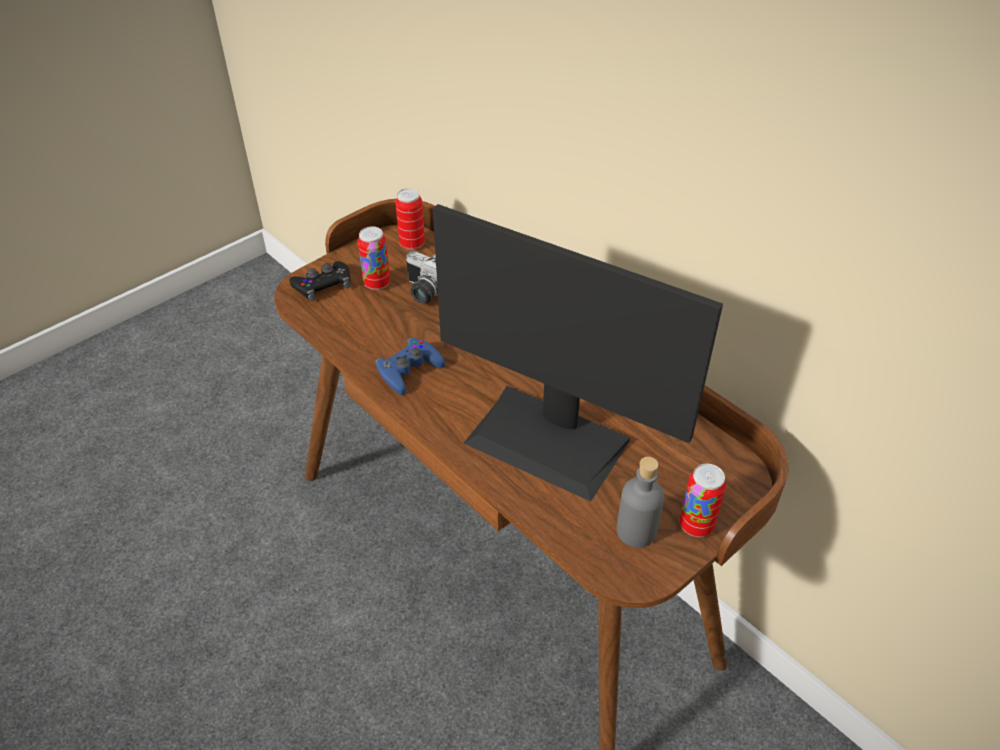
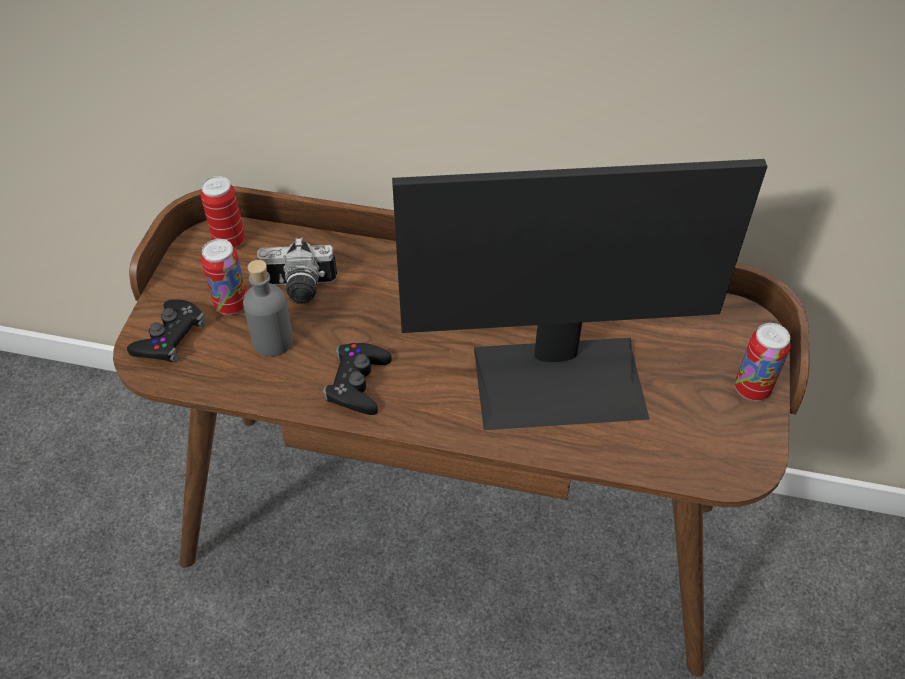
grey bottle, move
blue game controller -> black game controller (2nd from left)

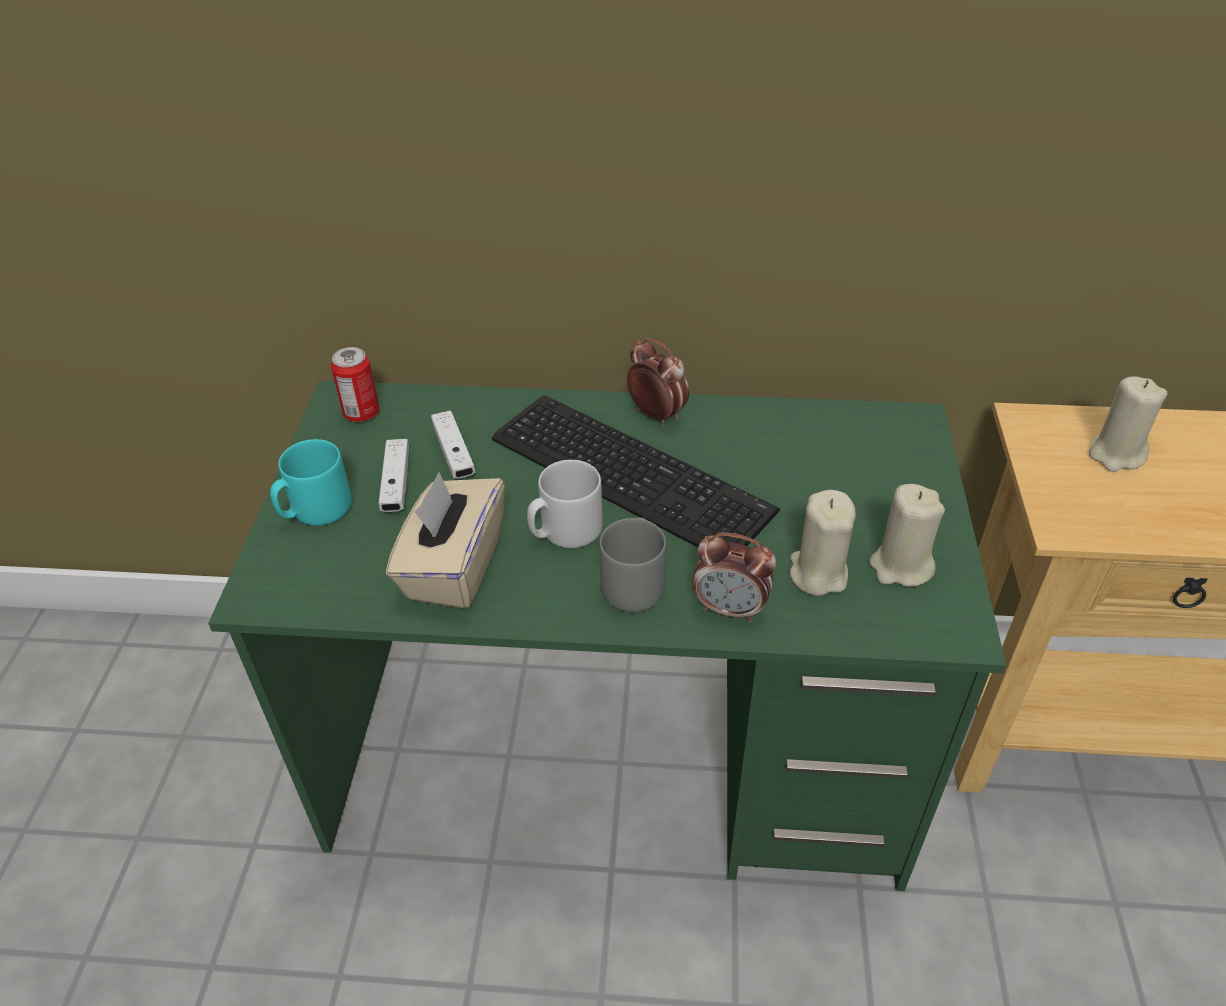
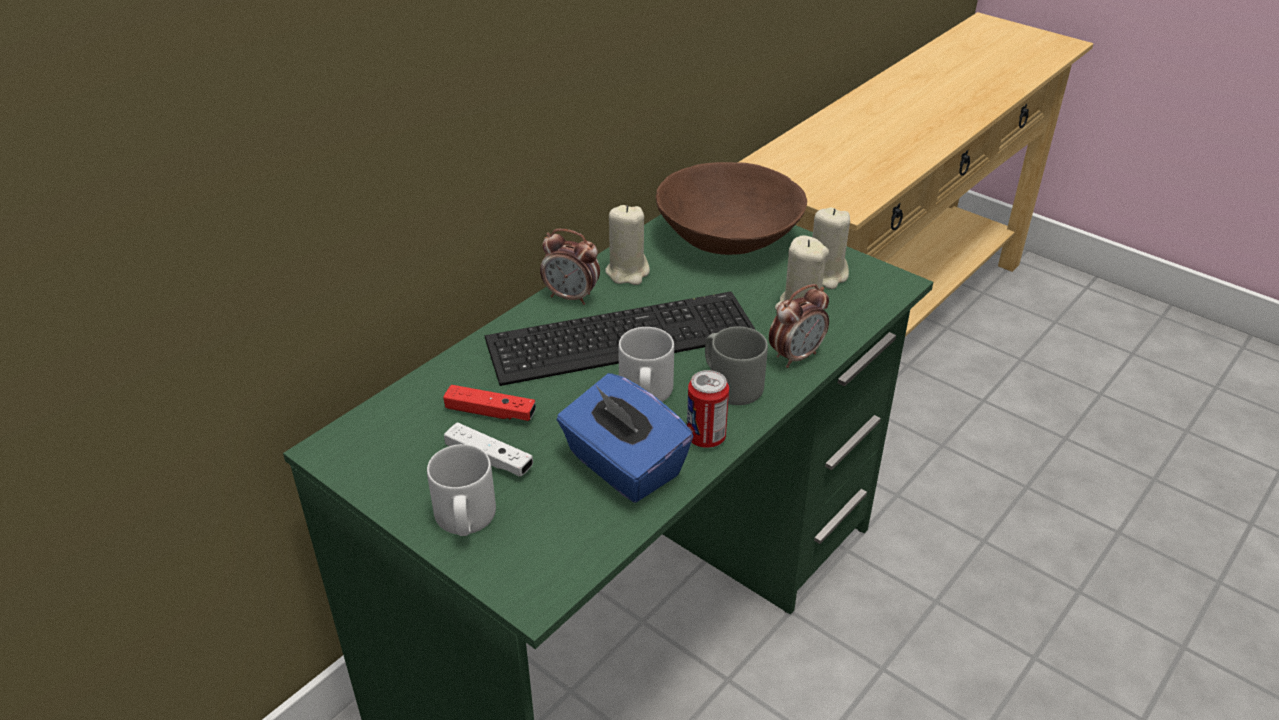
turquoise mug -> grey mug (1st from left)
white game controller (2nd from left) -> red game controller
alarm clock (1st from left), 150 degrees counterclockwise
beige tissue box -> blue tissue box
beige candle (3rd from left in the first image) -> beige candle (1st from left), move
none -> brown bowl
can, move

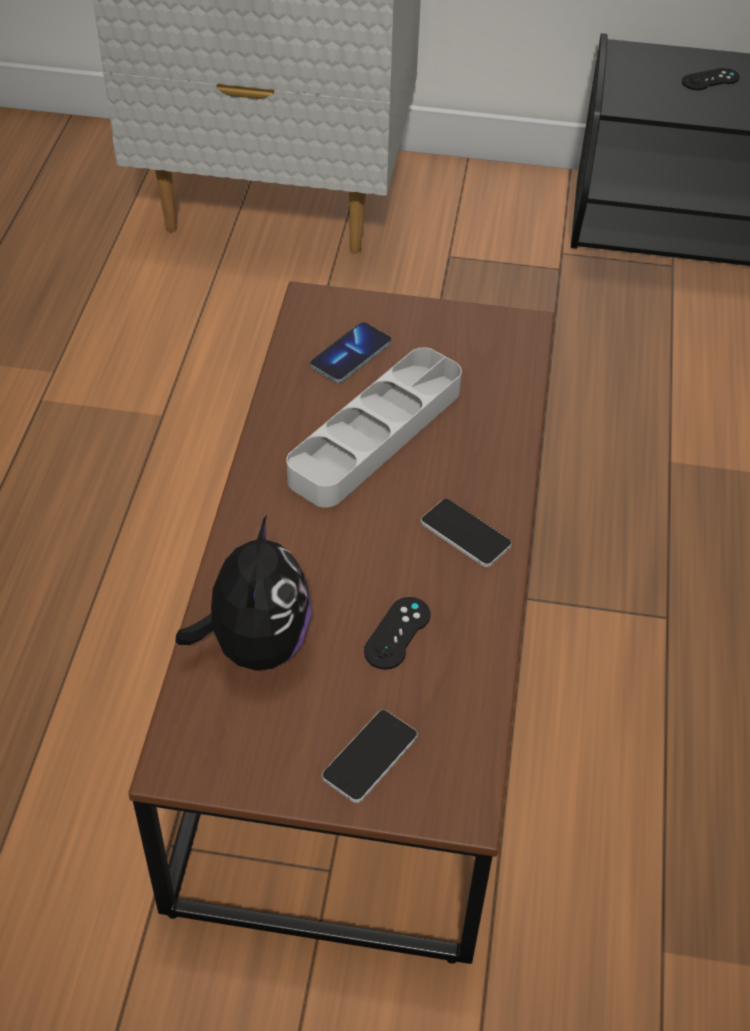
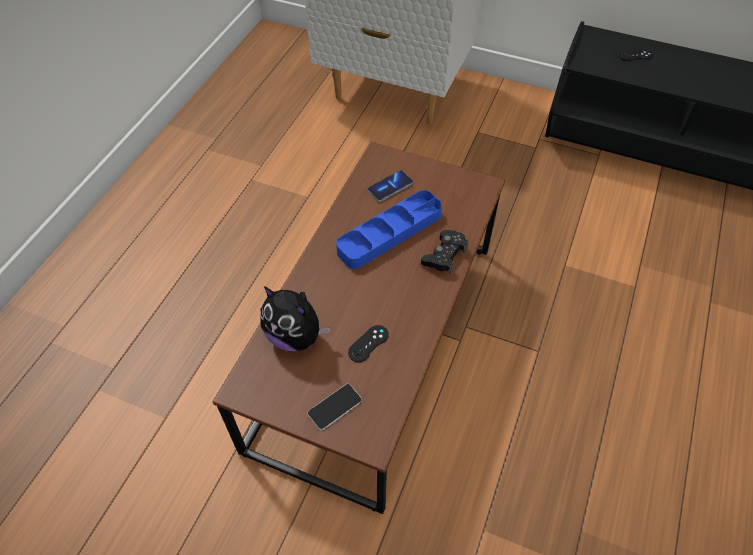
plush toy, 105 degrees clockwise
grey tray -> blue tray
none -> black game controller (2nd from left)
phone (3rd from left) -> none

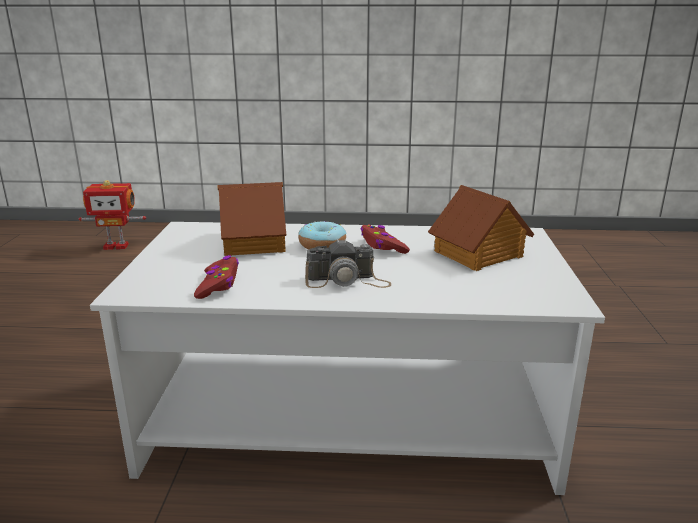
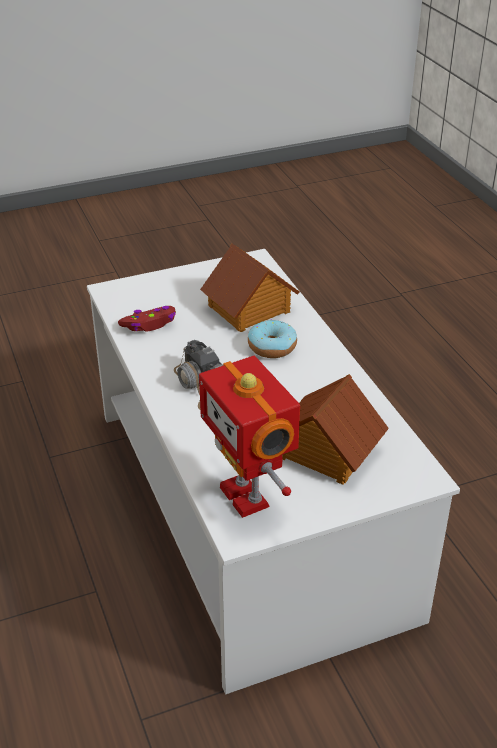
toy robot, move
red game controller (2nd from left) -> none

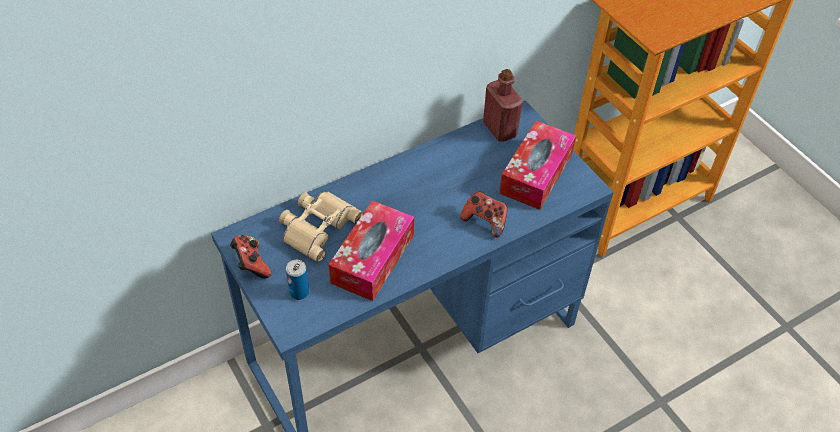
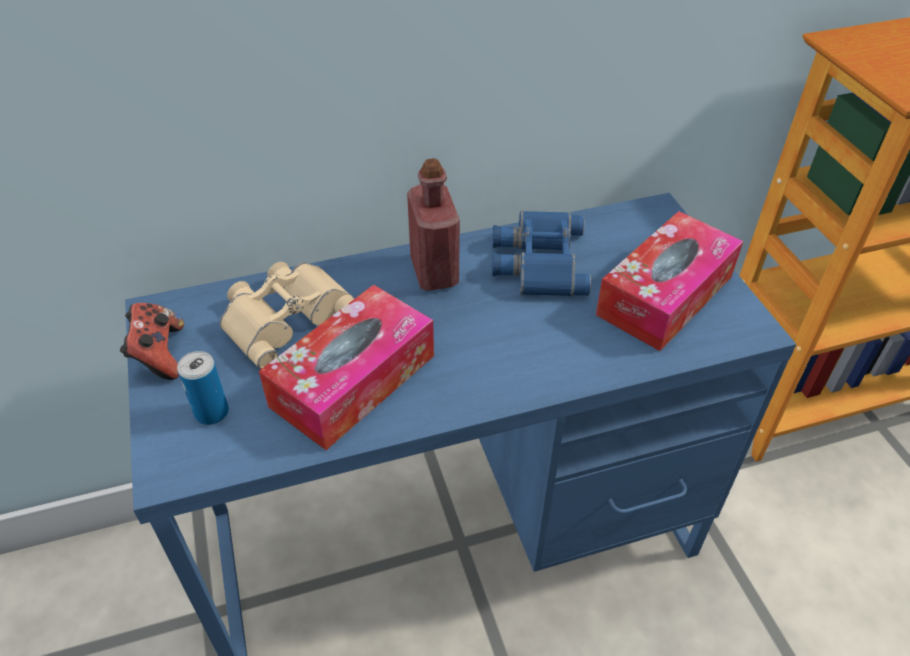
red bottle, move
none -> blue binoculars
game controller (2nd from left) -> none

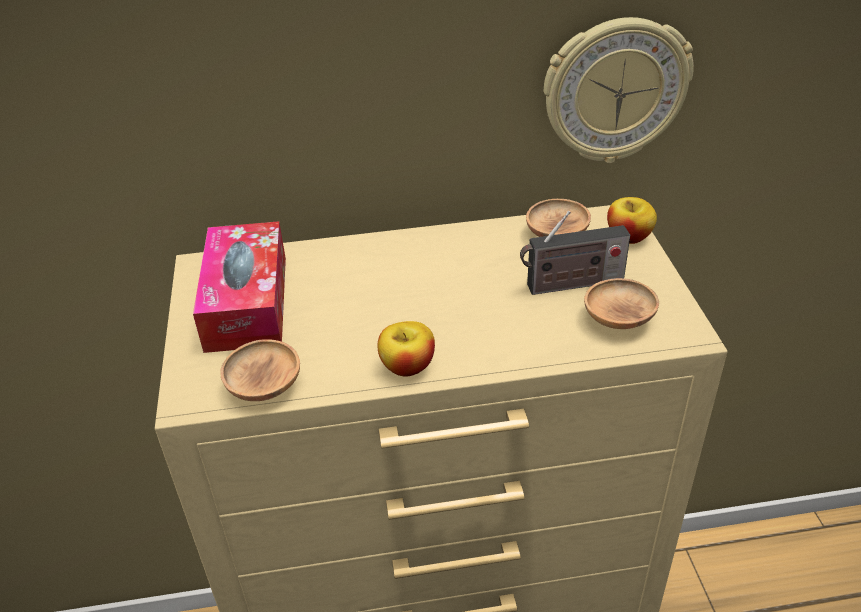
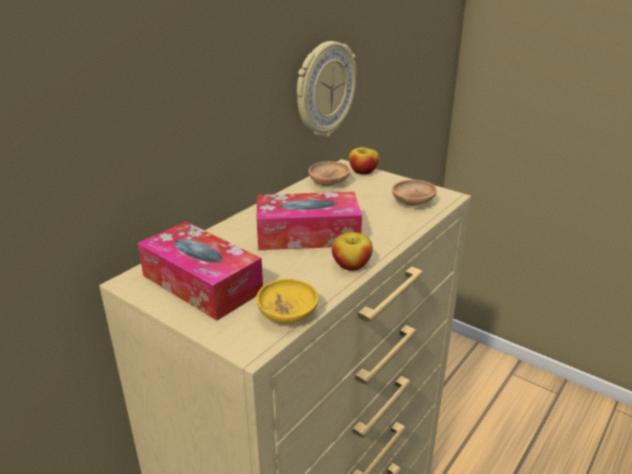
none -> tissue box (2nd from left)
brown bowl (1st from left) -> yellow bowl
radio -> none

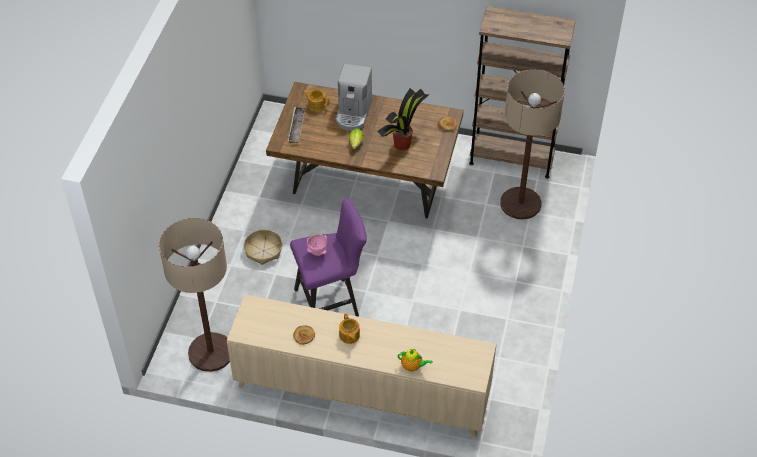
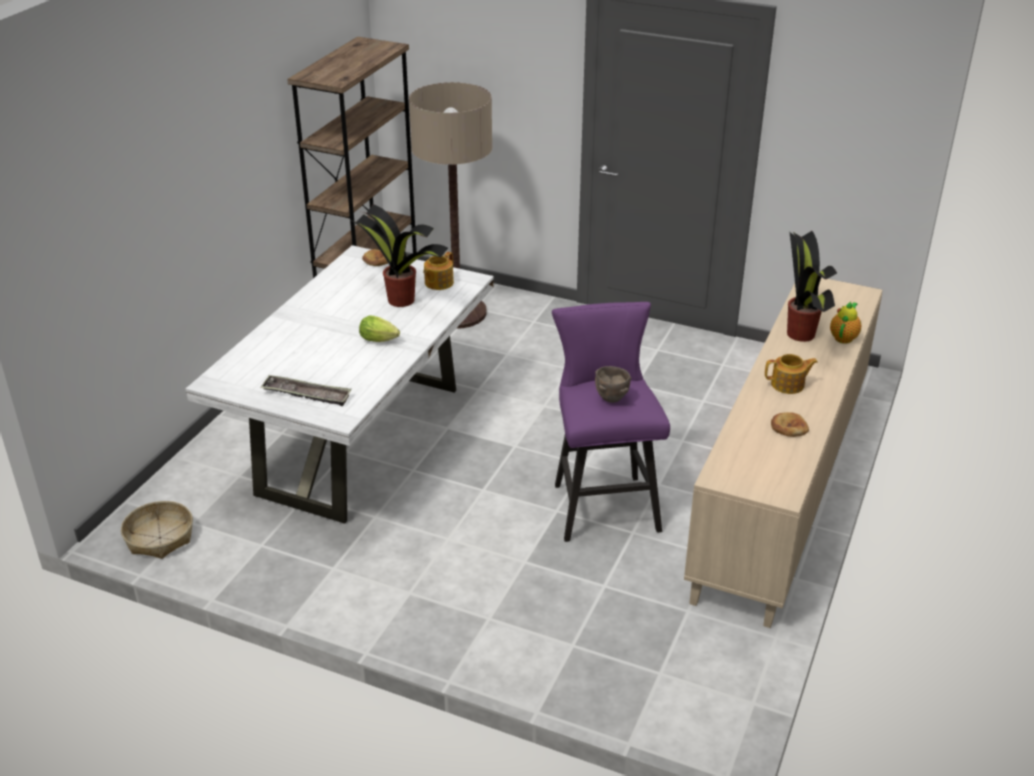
basket, move
brown dining table -> white dining table
teapot (1st from left), move
pink bowl -> brown bowl
none -> potted plant (2nd from left)
floor lamp (1st from left) -> none
coffee machine -> none

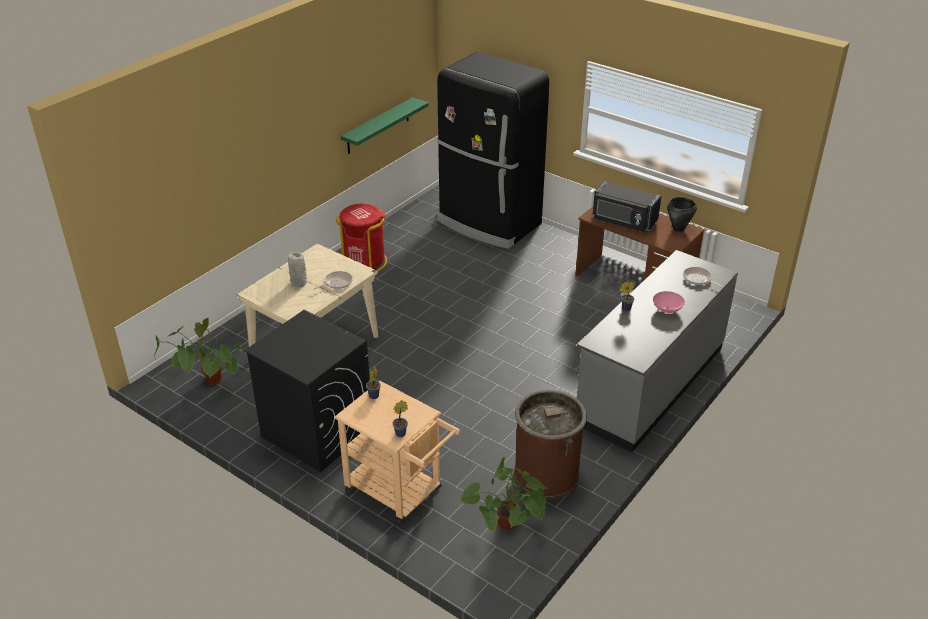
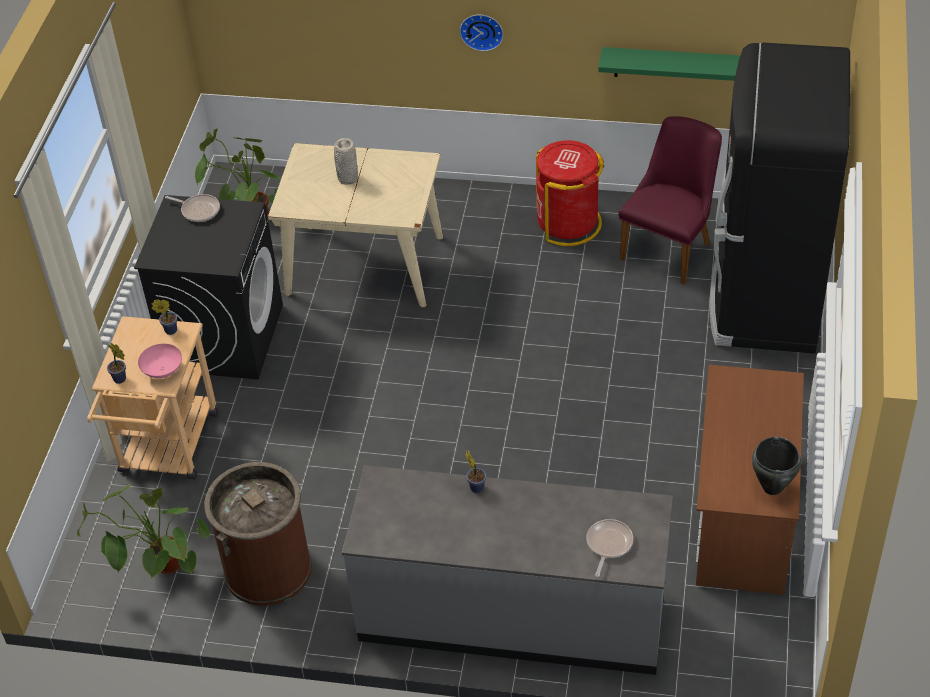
pink bowl, move
frying pan (1st from left), move
none -> wall clock
none -> purple chair
black microwave -> none

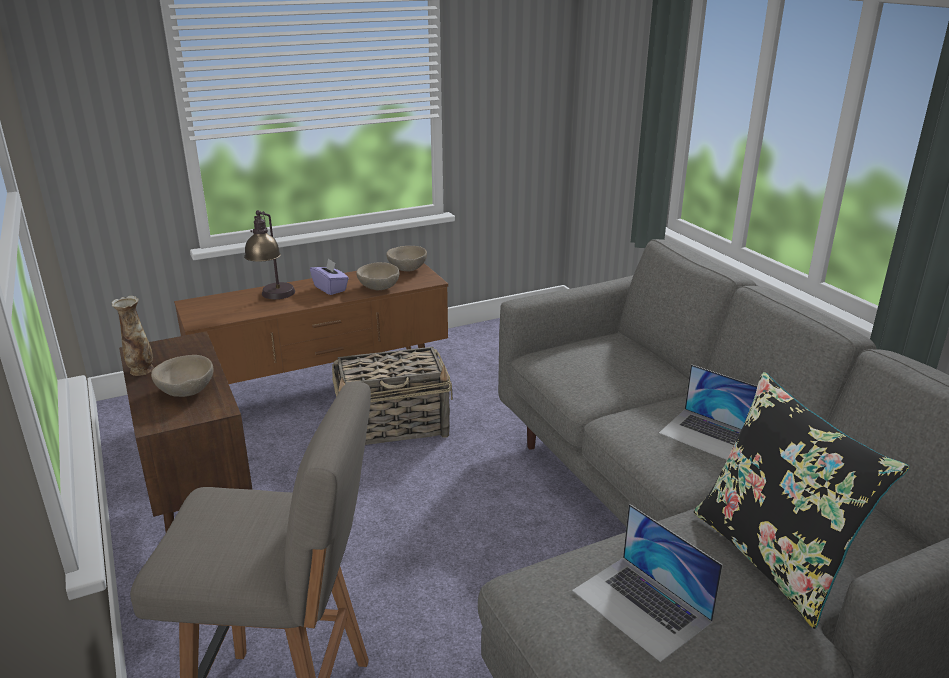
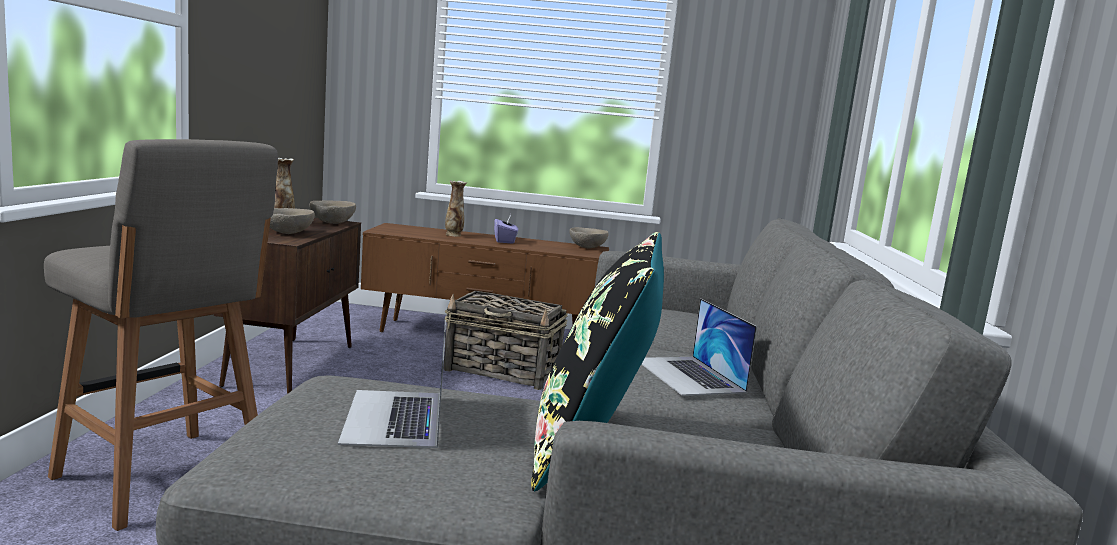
beige bowl (2nd from left), move
table lamp -> vase (2nd from left)

